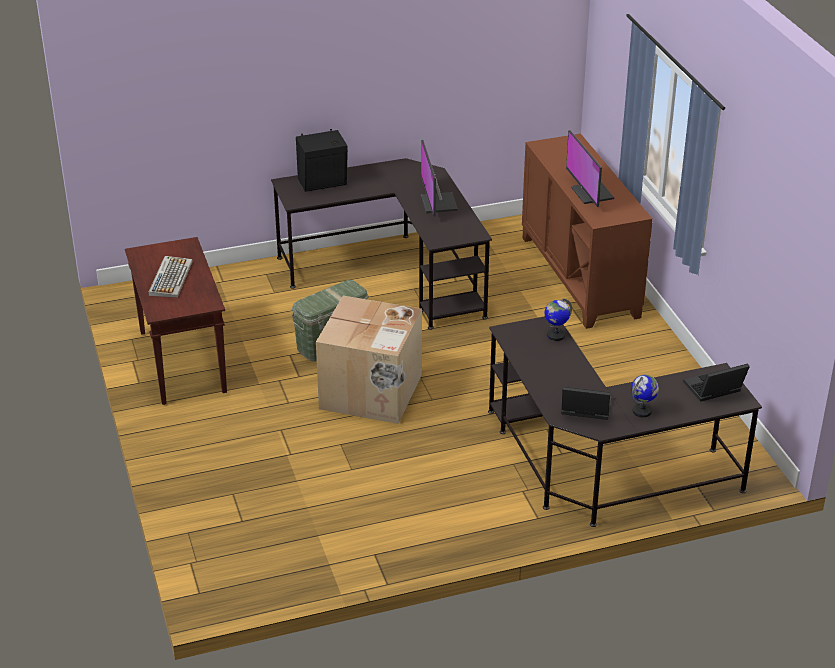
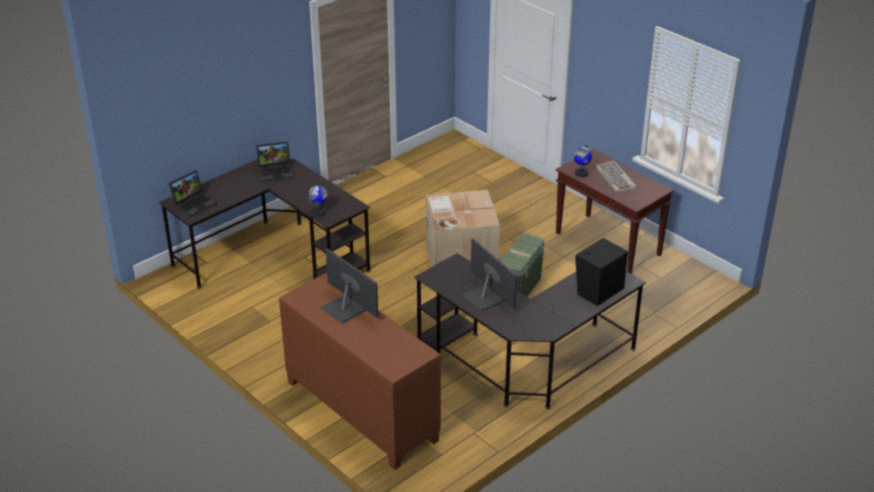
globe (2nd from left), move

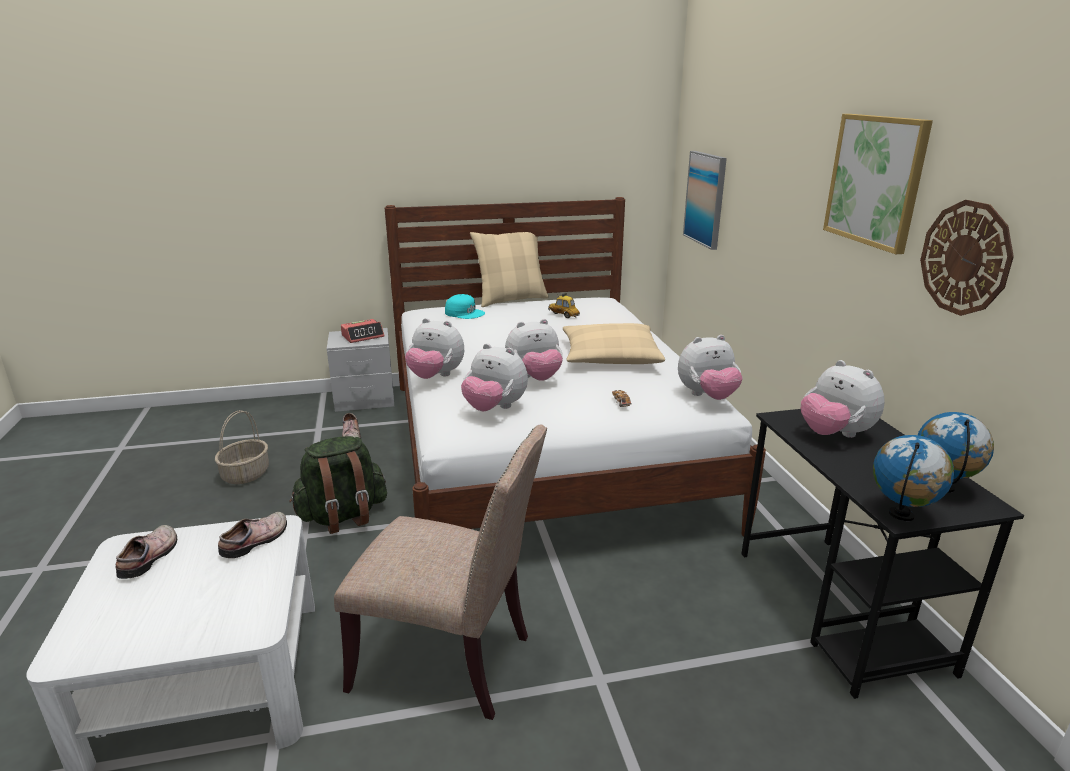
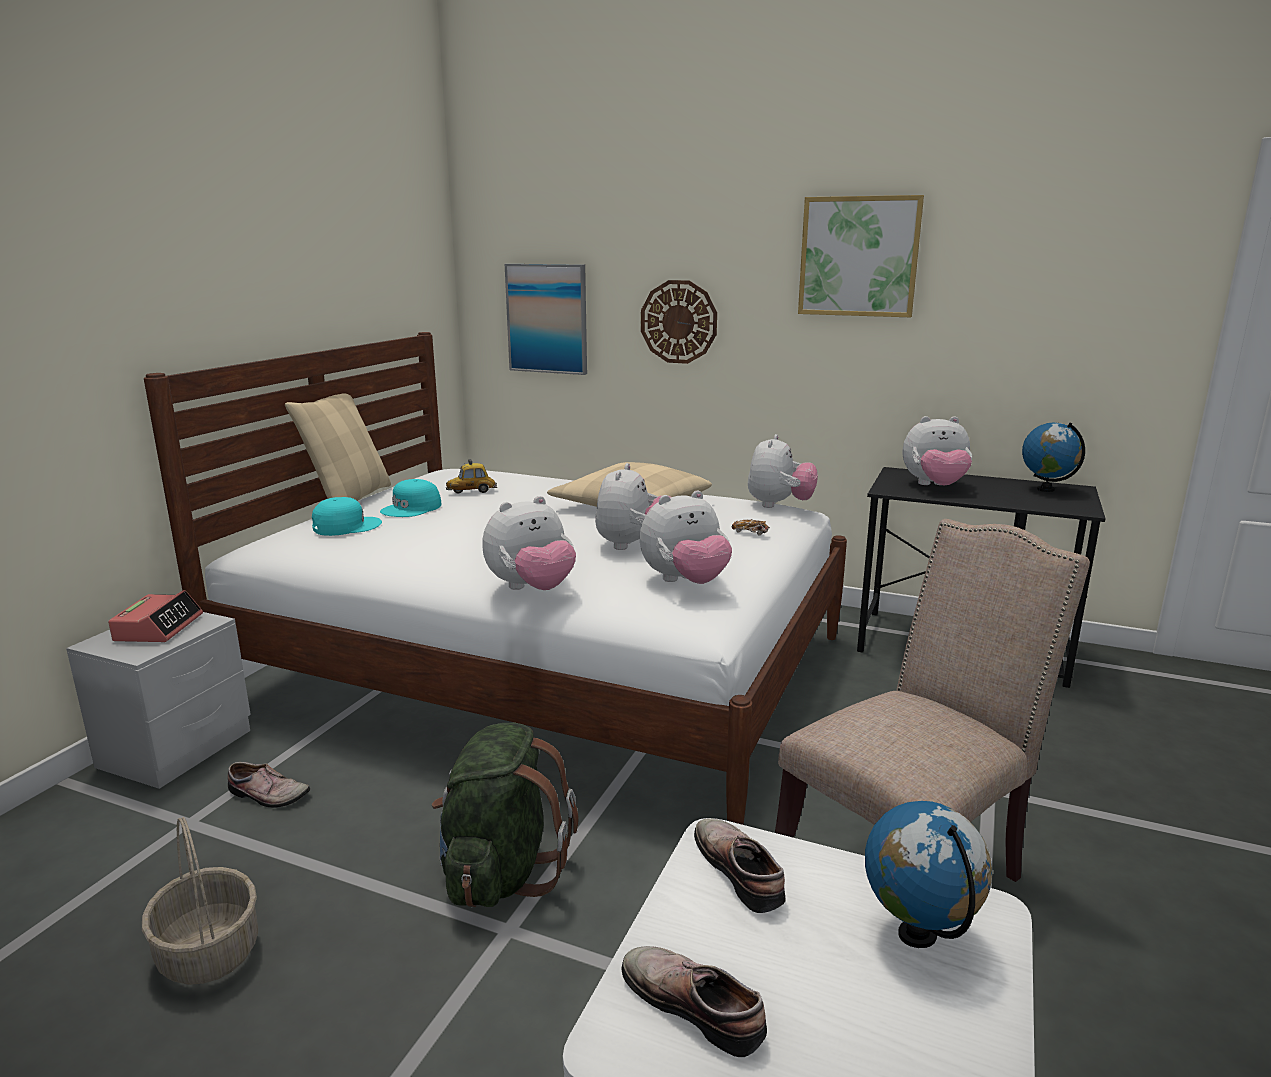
none -> turquoise cap (2nd from left)
wall clock, move
globe (1st from left), move

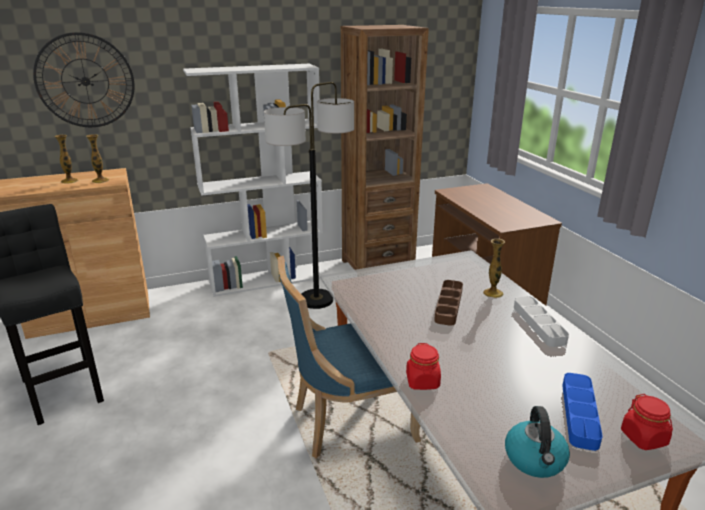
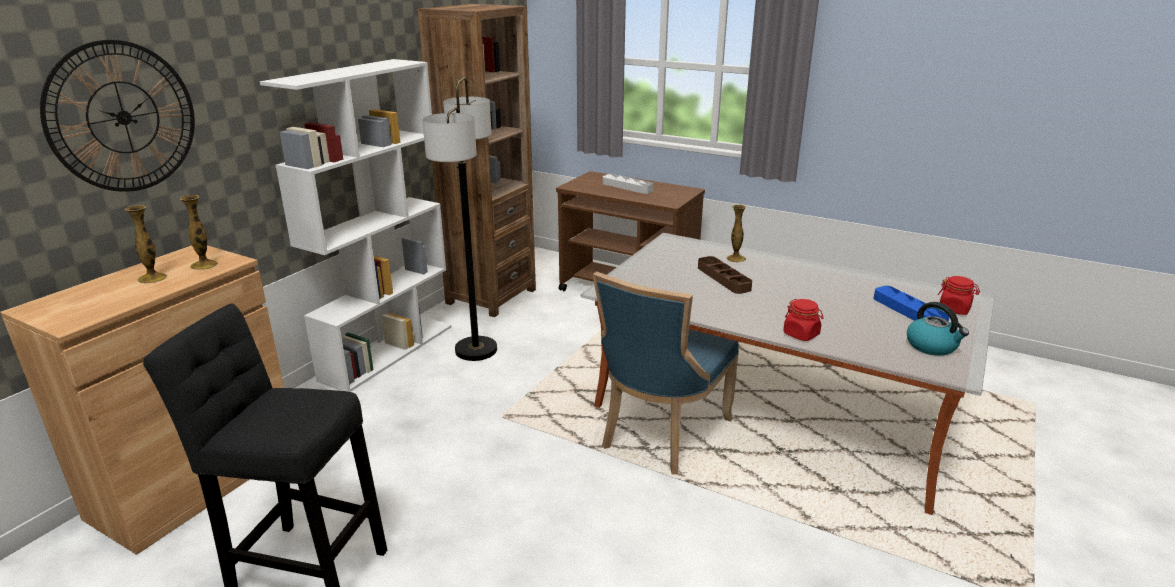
grey tray, move

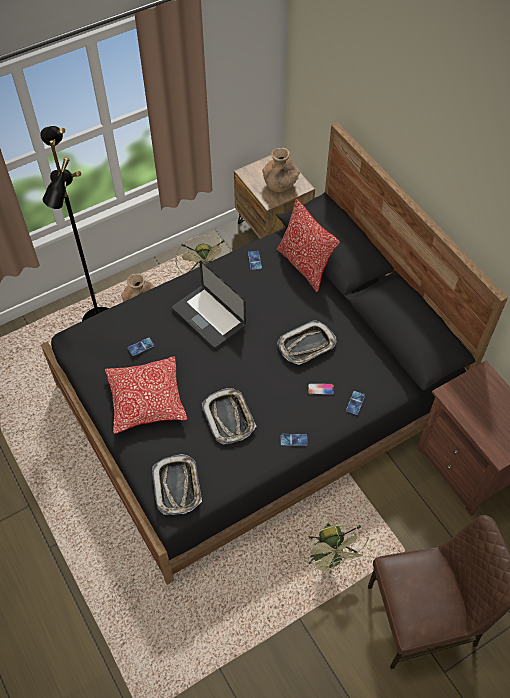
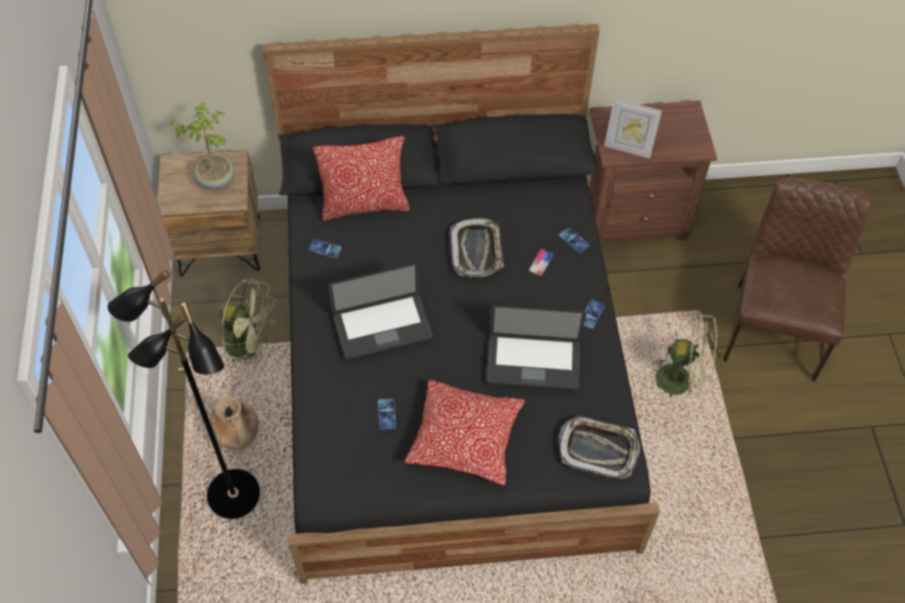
brown vase (2nd from left) -> potted plant
tray (2nd from left) -> laptop (2nd from left)
none -> picture frame

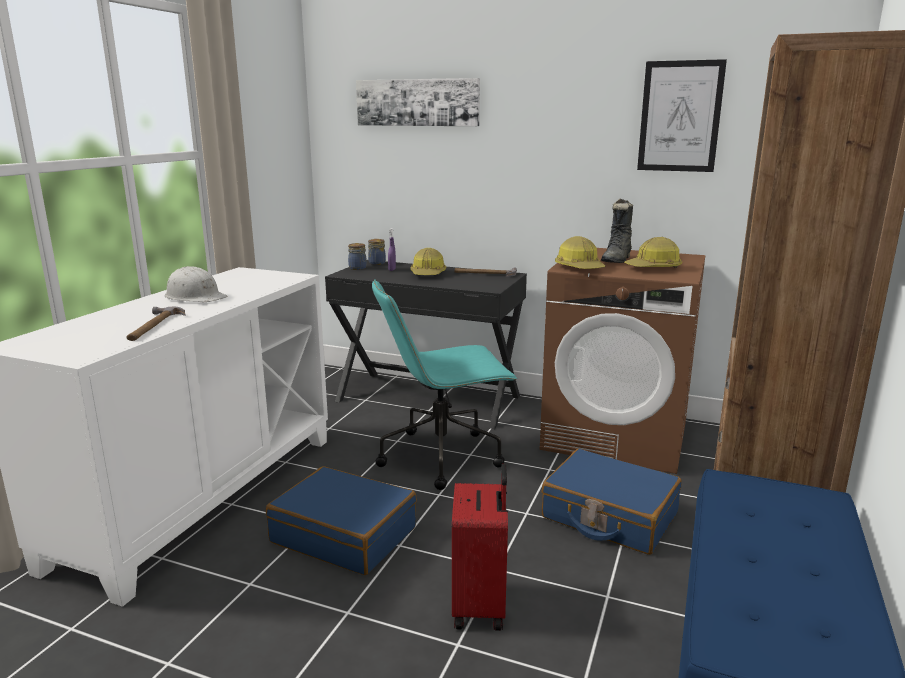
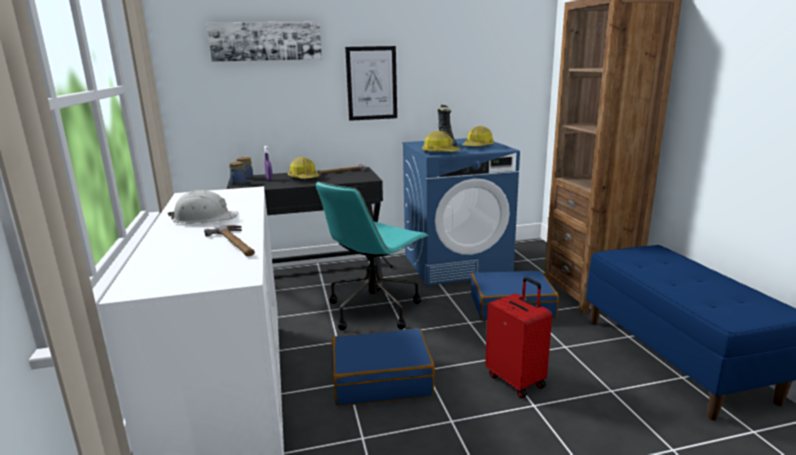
picture (2nd from left), move
brown washing machine -> blue washing machine

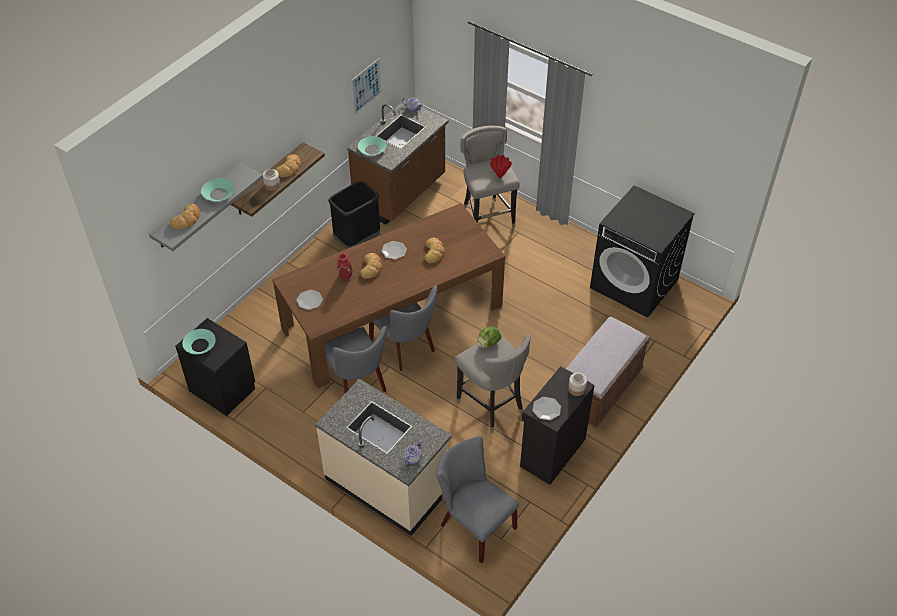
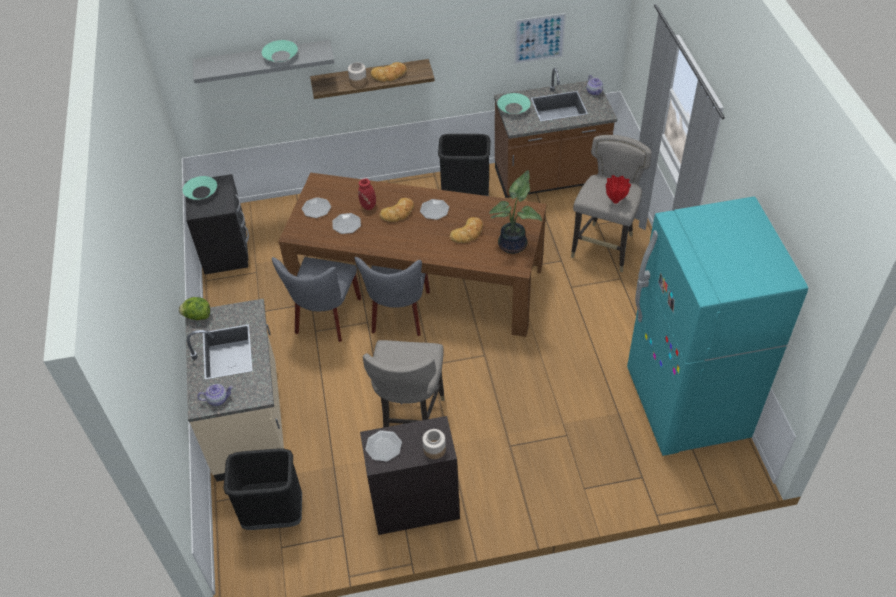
lettuce, move
grey chair (3rd from left) -> black trash can (1st from left)
none -> plate (2nd from left)
none -> potted plant
black washing machine -> turquoise fridge
bread (1st from left) -> none
brown bench -> none

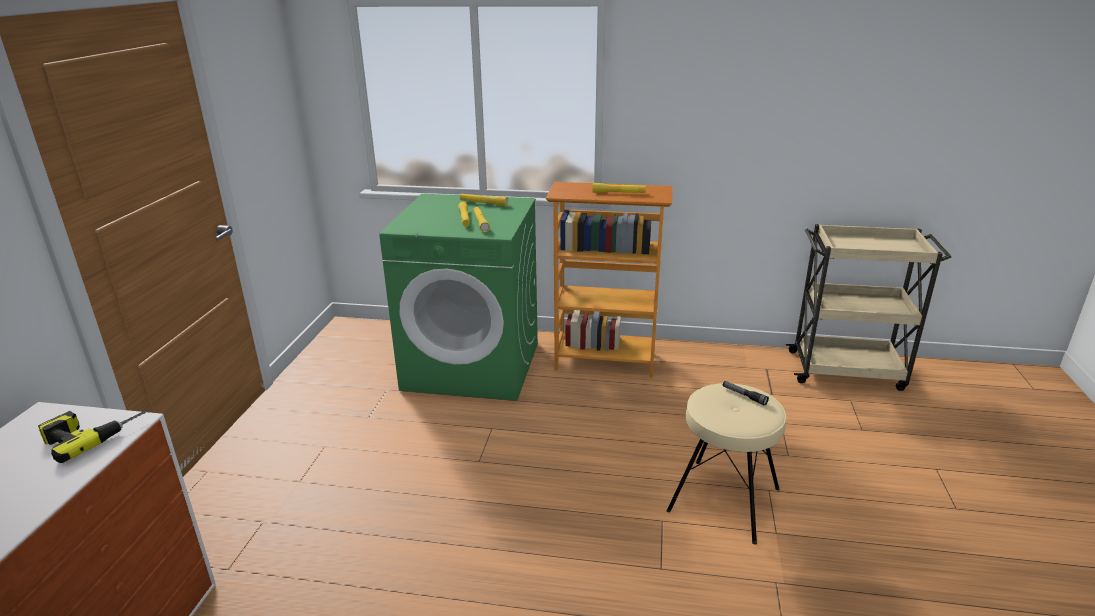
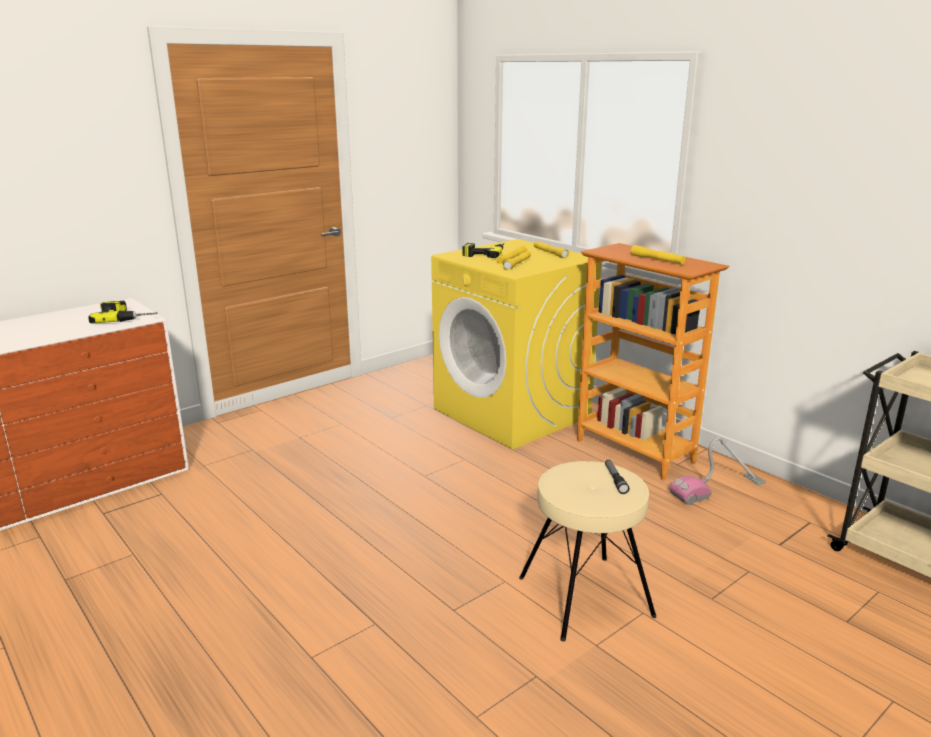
green washing machine -> yellow washing machine
none -> power drill (2nd from left)
none -> vacuum cleaner

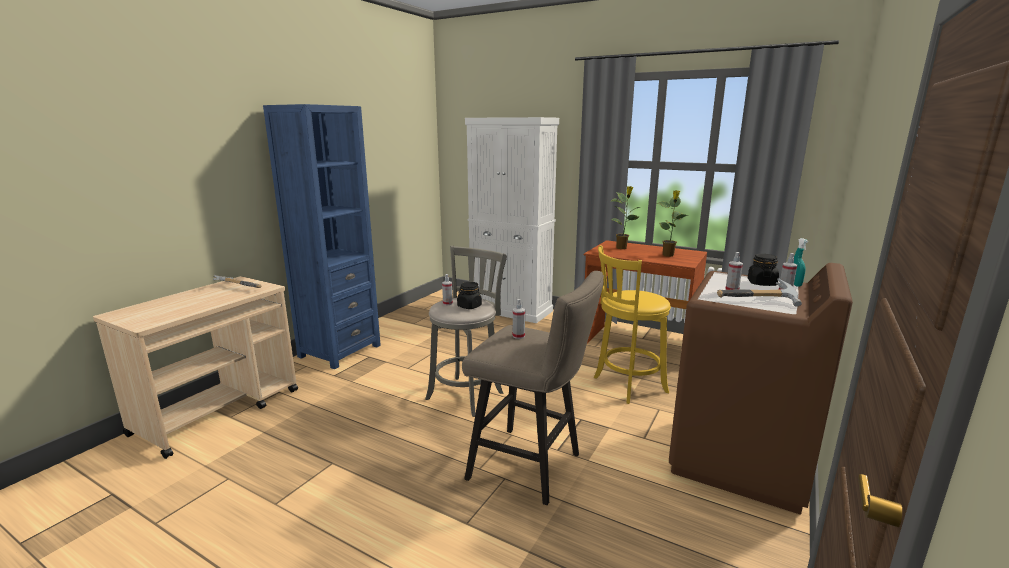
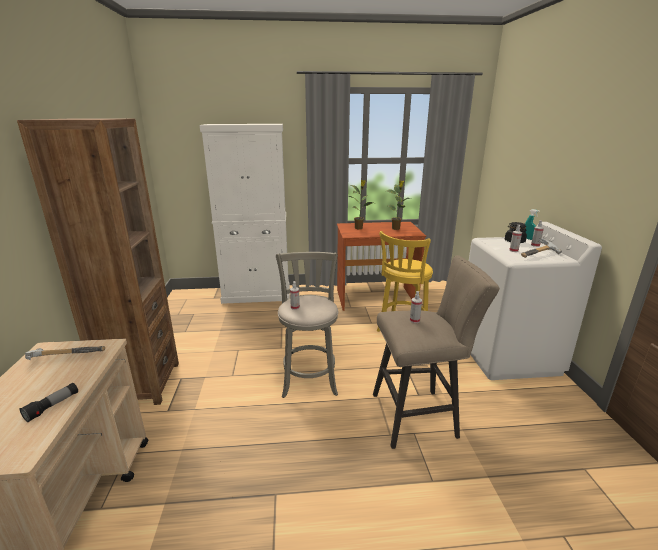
blue bookcase -> brown bookcase
none -> flashlight
brown washing machine -> white washing machine
black jar (1st from left) -> none

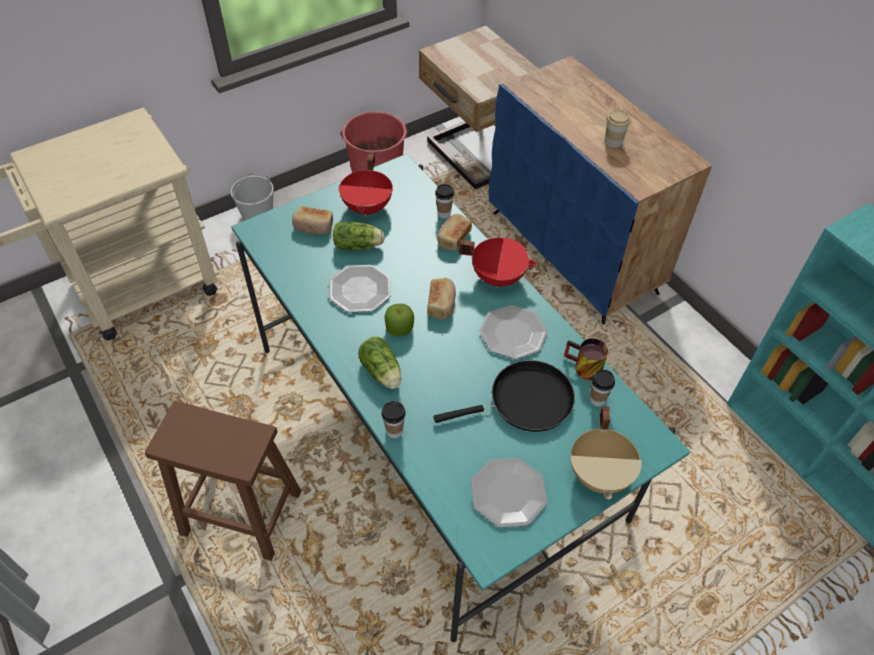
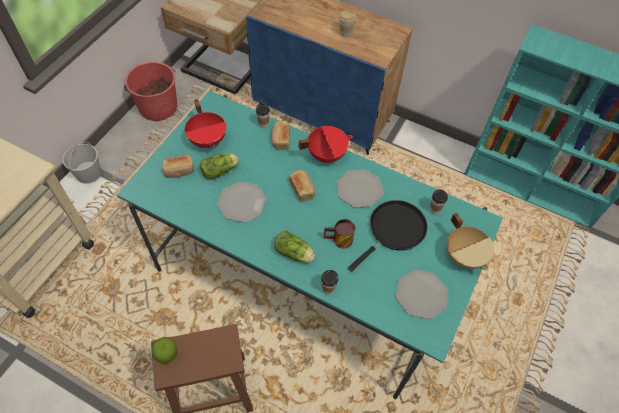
apple, move
mug, move

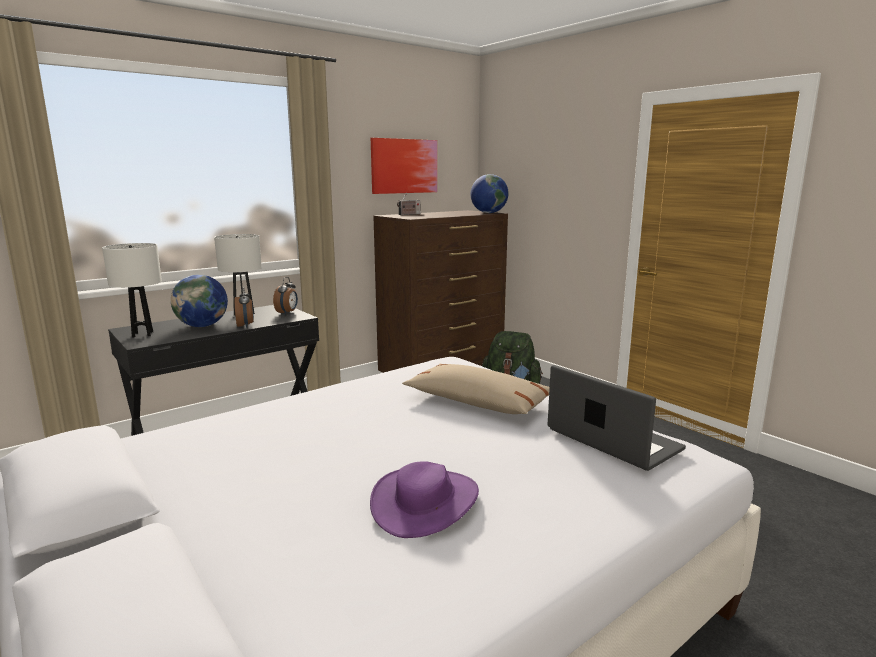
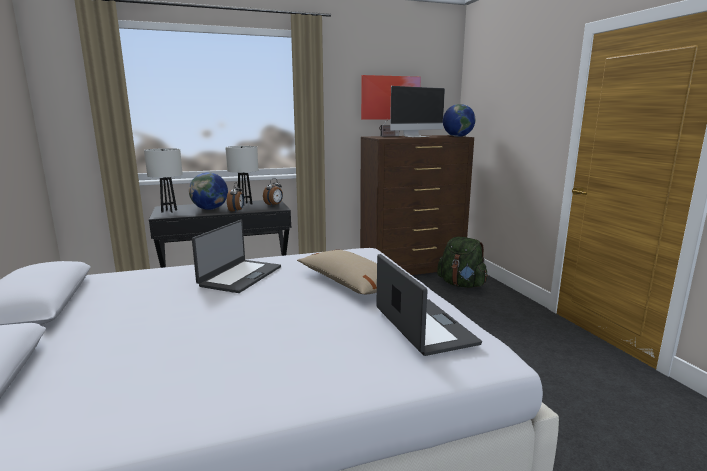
none -> laptop (1st from left)
none -> monitor
purple hat -> none

